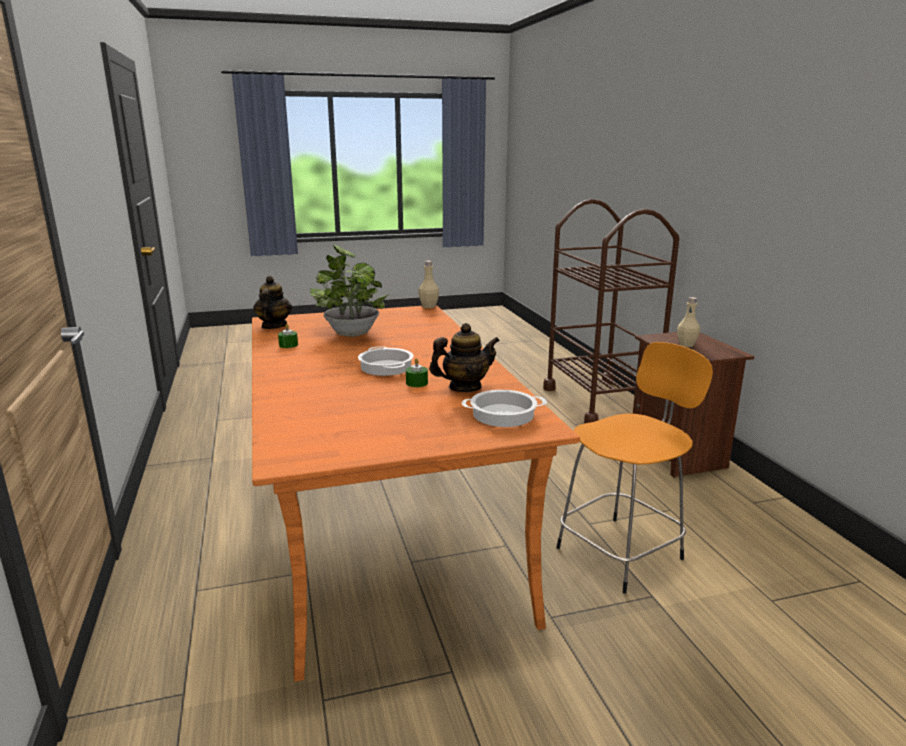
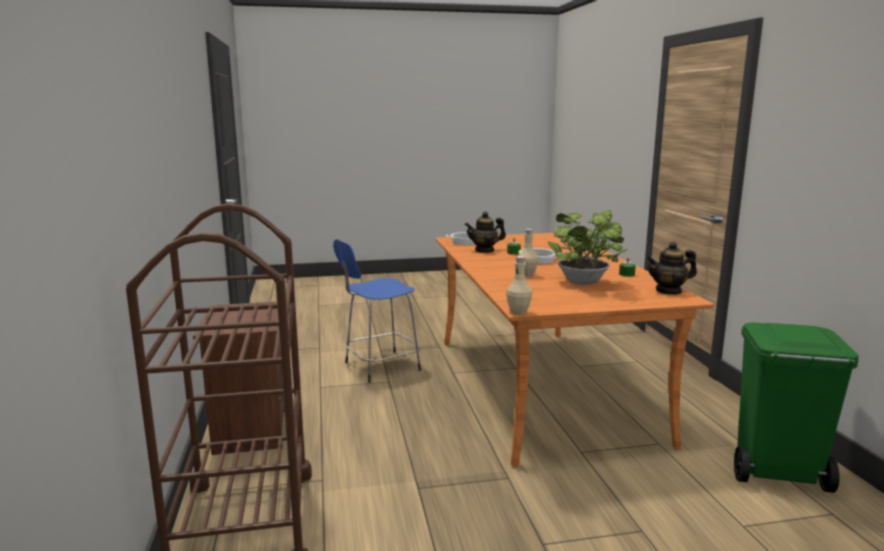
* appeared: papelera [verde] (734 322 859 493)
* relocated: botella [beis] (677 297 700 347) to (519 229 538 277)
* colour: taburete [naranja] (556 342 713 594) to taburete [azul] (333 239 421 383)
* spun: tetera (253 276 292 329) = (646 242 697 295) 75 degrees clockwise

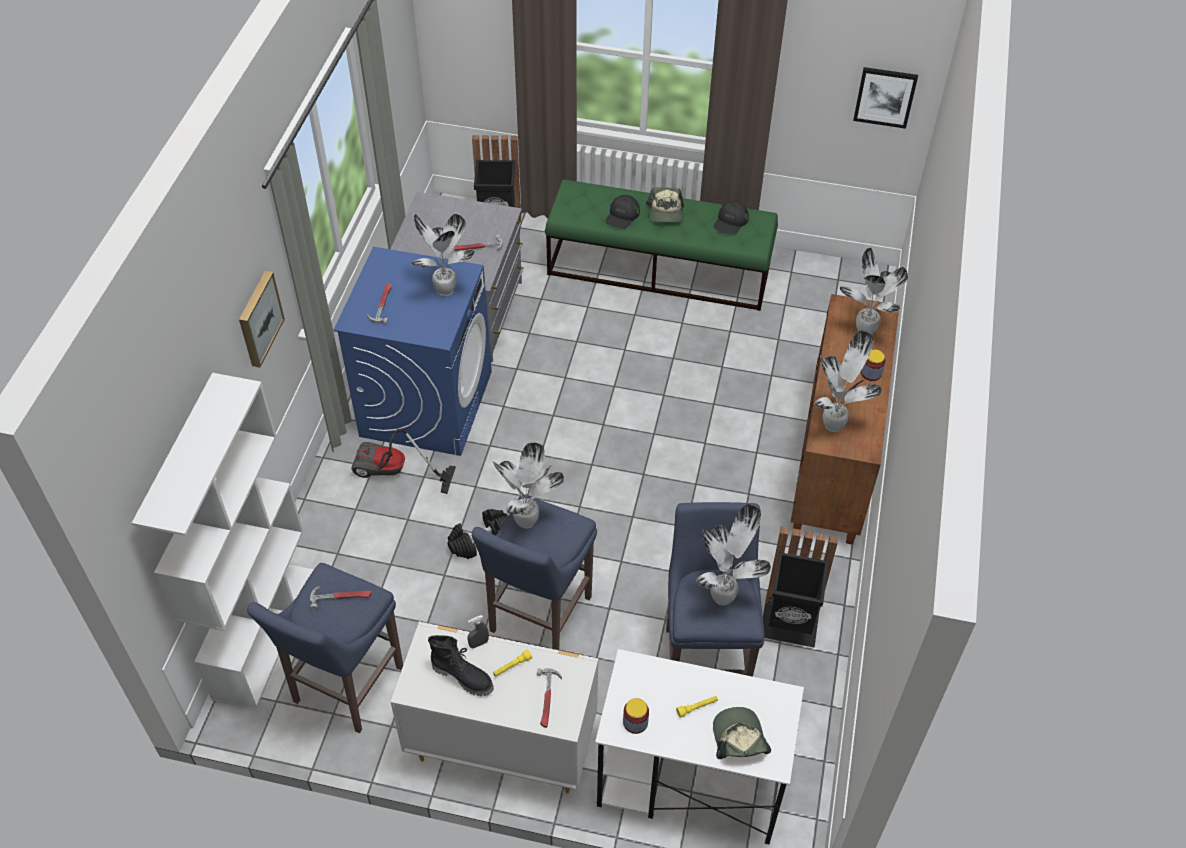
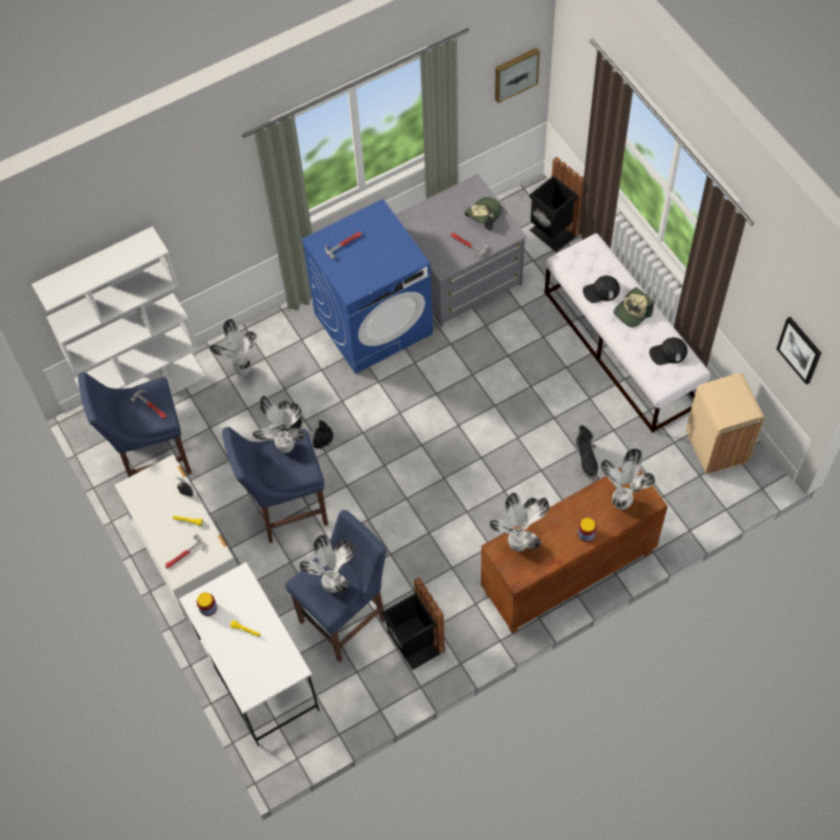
* missing: aspiradora (351 429 456 494)
* appeared: papelera [beis] (686 373 765 474)
* relocated: cuadro (239 271 285 368) to (495 48 540 103)
* relocated: planta en maceta (411 214 475 296) to (210 319 257 377)
* relocated: bota [negro] (428 635 494 696) to (576 425 598 479)
* relocated: gorra (713 707 771 759) to (465 197 503 231)
* colour: banco [verde] (545 180 778 311) to banco [blanco] (544 233 710 433)

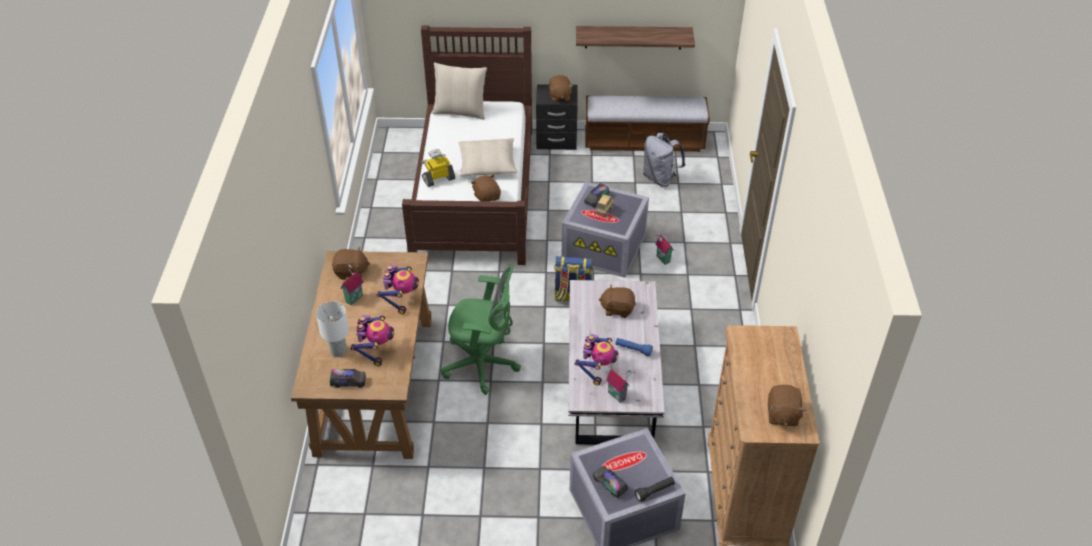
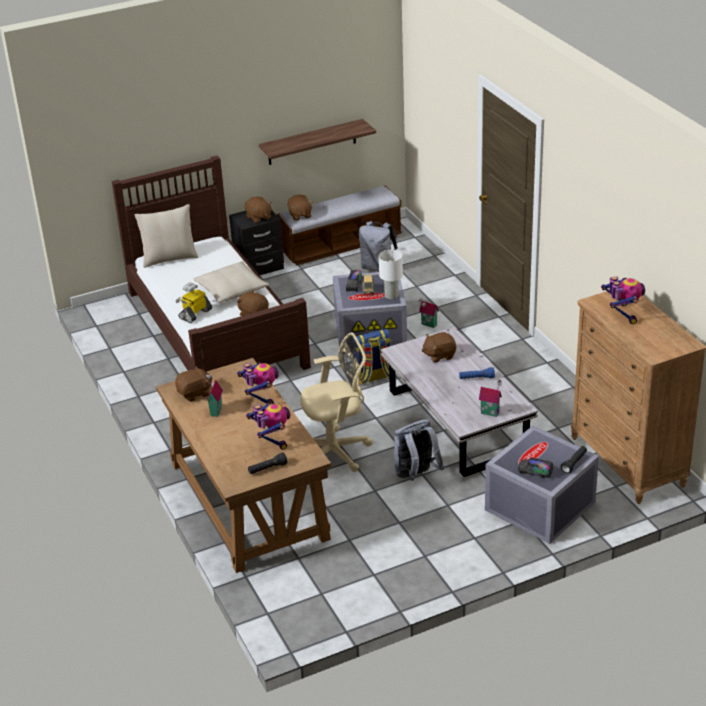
* appeared: mochila [gris] (394 419 444 481)
* relocated: lámpara de mesa [blanco] (316 301 349 357) to (379 249 403 300)
* relocated: robot de juguete (575 334 618 385) to (601 277 645 324)
* relocated: peluche [marrón] (768 384 806 427) to (288 195 313 221)
* exchanged: camión de juguete (330 369 366 388) to linterna [negro] (248 453 287 474)
* colour: silla de oficina [verde] (441 265 521 395) to silla de oficina [beis] (300 333 373 472)

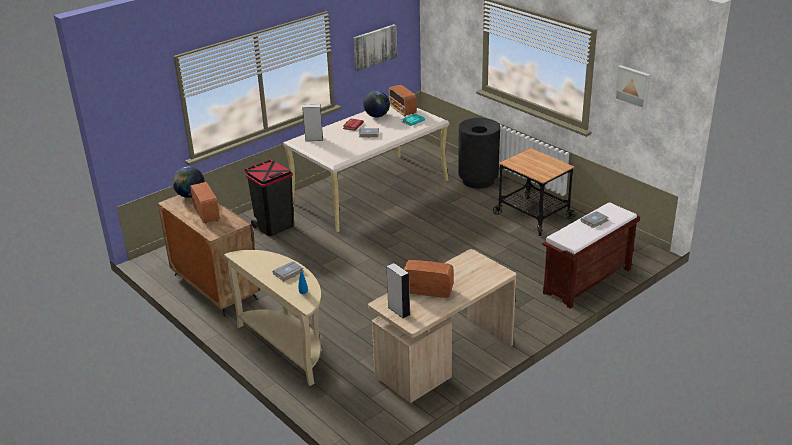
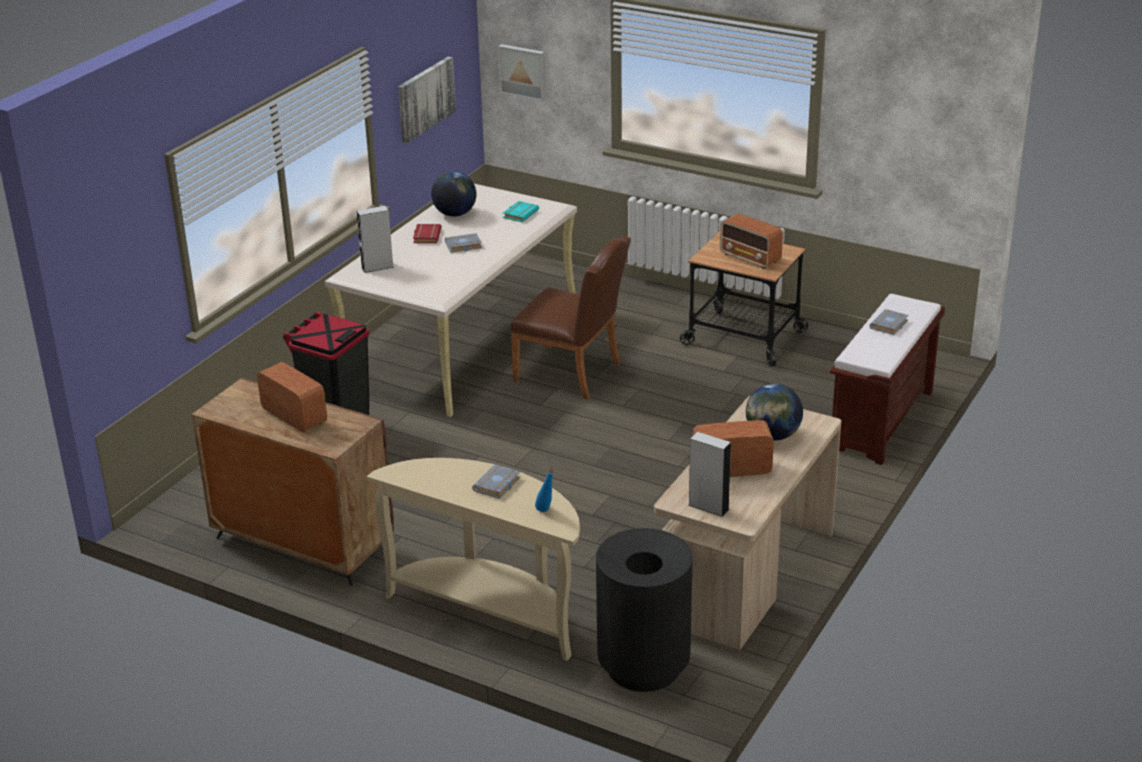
* appeared: silla [marrón] (510 236 631 399)
* relocated: globo terráqueo (172 166 205 198) to (746 384 803 441)
* relocated: radio (389 85 417 117) to (720 213 783 269)
* relocated: papelera [negro] (458 118 500 189) to (596 528 693 692)
* relocated: cuadro (615 65 651 110) to (498 44 546 101)

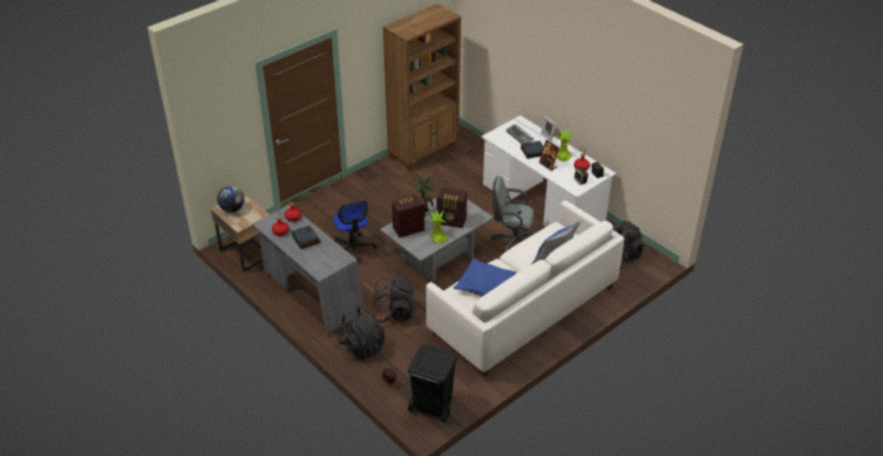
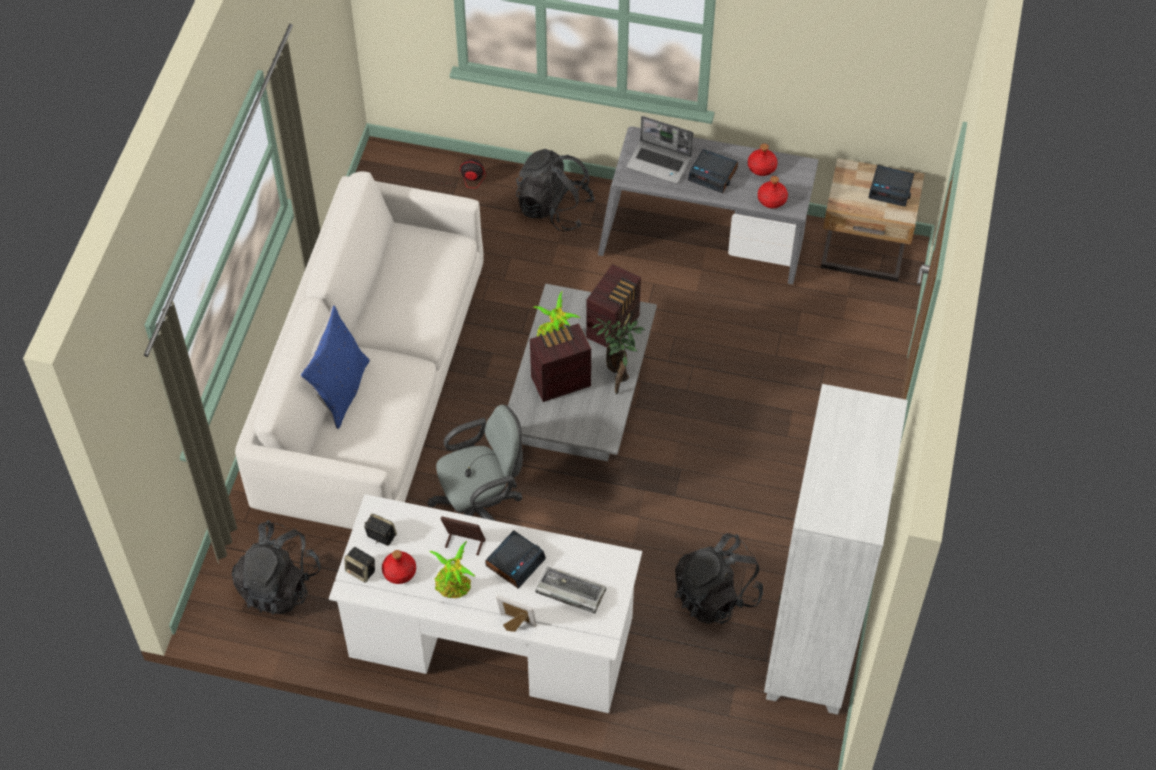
* missing: silla de oficina (333 200 377 264)
* missing: papelera [negro] (408 344 457 423)
* missing: cojín [azul] (453 258 517 297)
* appeared: portátil (626 116 693 184)
* relocated: mochila [negro] (372 277 417 323) to (675 533 763 624)
* exchanged: globo terráqueo (217 186 244 212) to despertador (868 165 915 207)
* colour: estantería [marrón] (383 3 461 171) to estantería [blanco] (764 384 908 715)

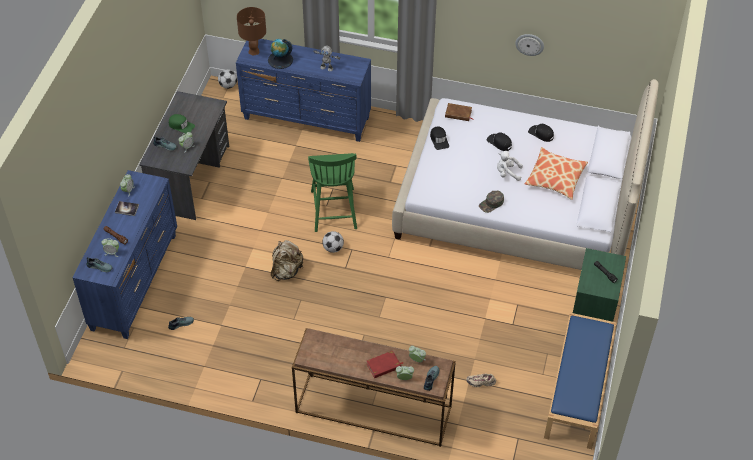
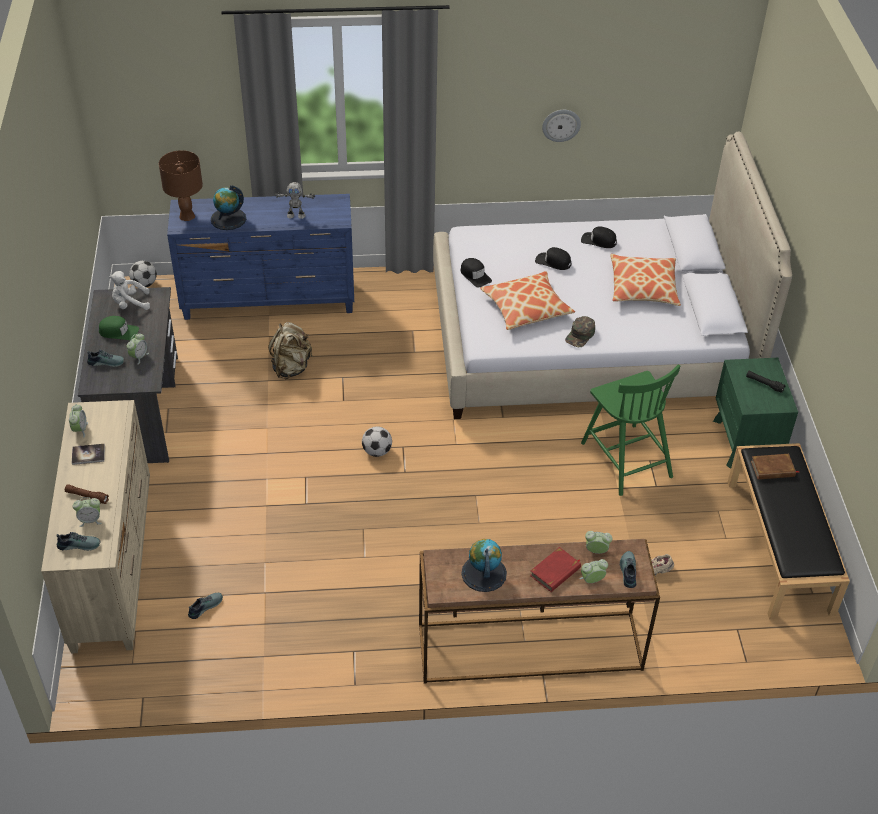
* appeared: globo terráqueo (461 539 507 592)
* appeared: cojín (480 271 575 330)
* relocated: mochila [beis] (271 240 304 281) to (268 322 313 379)
* relocated: silla [verde] (308 153 357 232) to (581 364 680 496)
* relocated: libro [marrón] (445 103 474 121) to (751 454 800 480)
* relocated: peluche [blanco] (497 151 523 181) to (109 271 150 310)
* colour: cómoda [azul] (72 170 177 339) to cómoda [beis] (41 400 150 654)
* colour: banco [azul] (544 313 616 449) to banco [negro] (728 443 850 620)

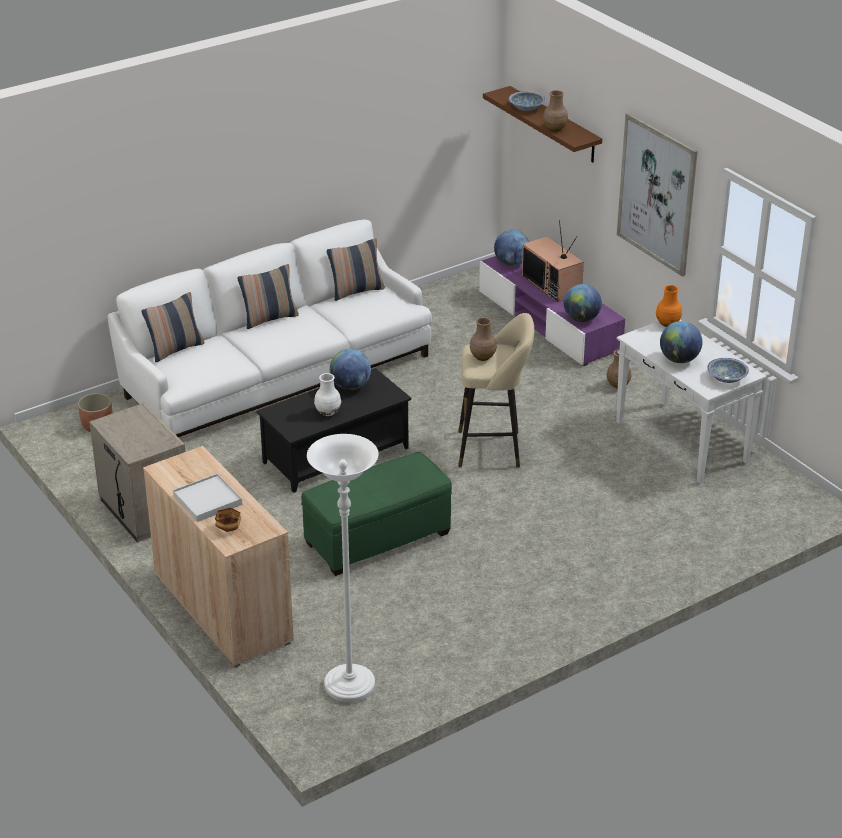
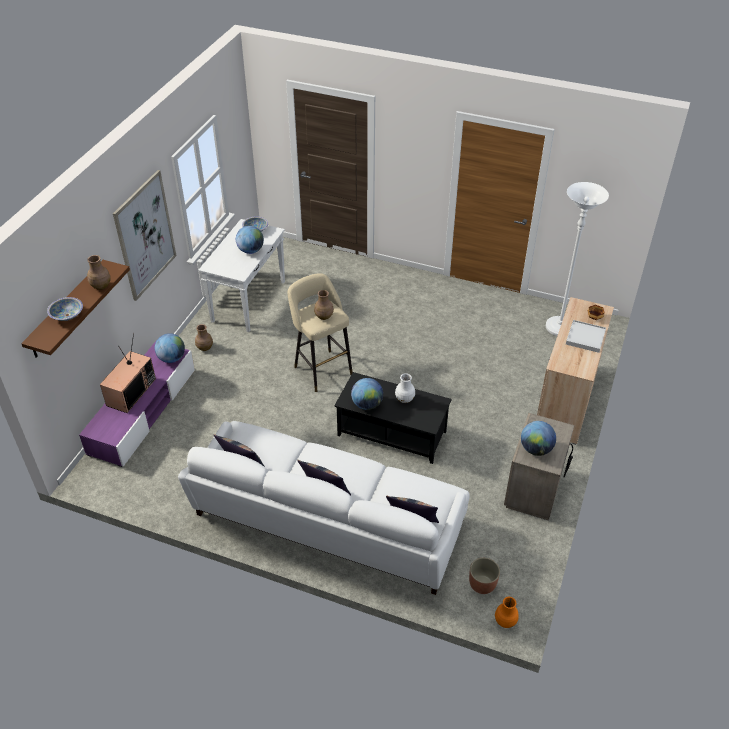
* missing: puf [verde] (301 452 452 576)
* relocated: globo terráqueo (494 230 529 266) to (521 421 556 456)
* relocated: florero [naranja] (656 285 682 327) to (495 597 519 628)

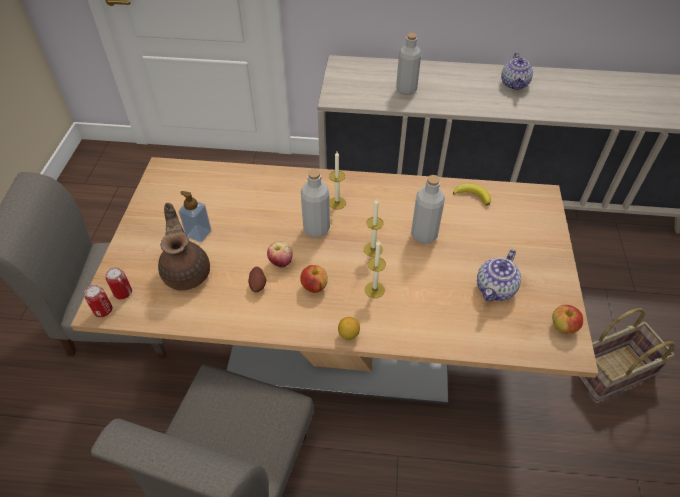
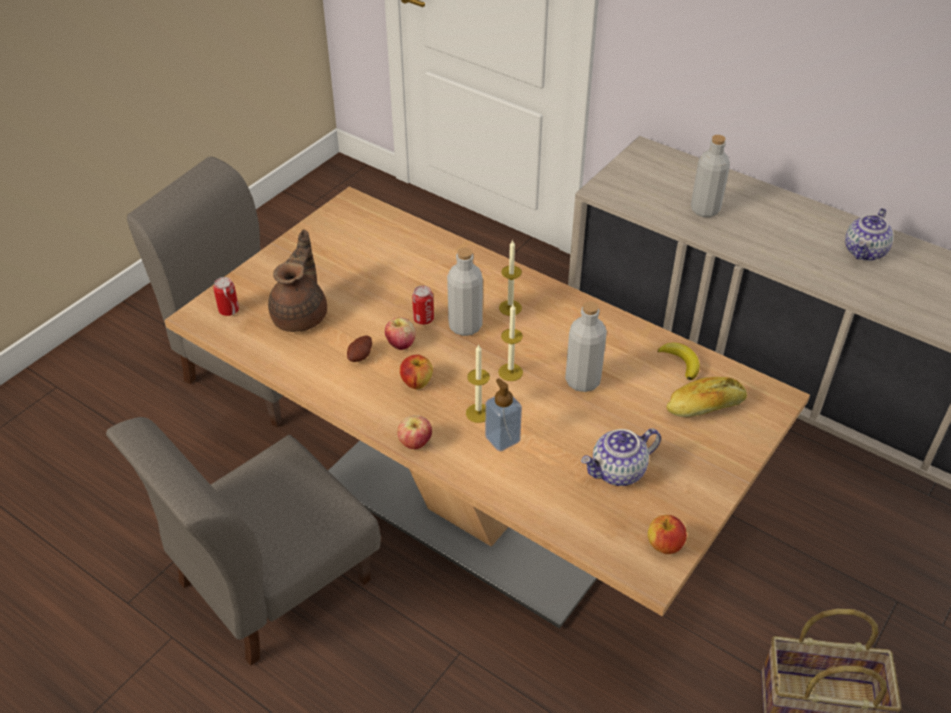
* appeared: pan (667 377 747 417)
* relocated: lata (84 285 112 317) to (412 285 434 325)
* relocated: dispensador de jabón (179 191 211 242) to (485 378 522 451)
* exchanged: limón (338 317 360 340) to manzana (398 415 432 449)

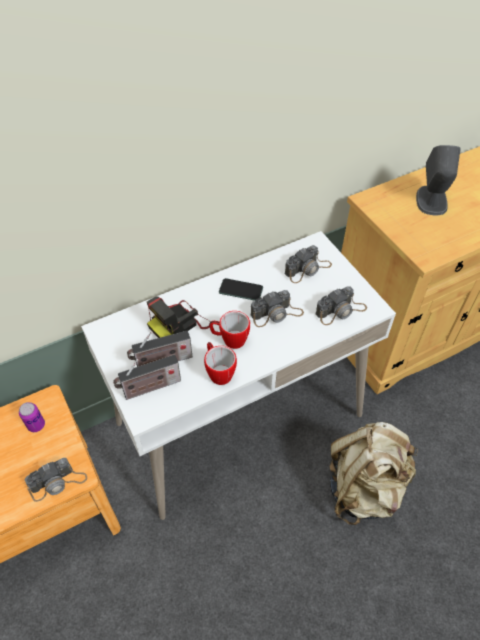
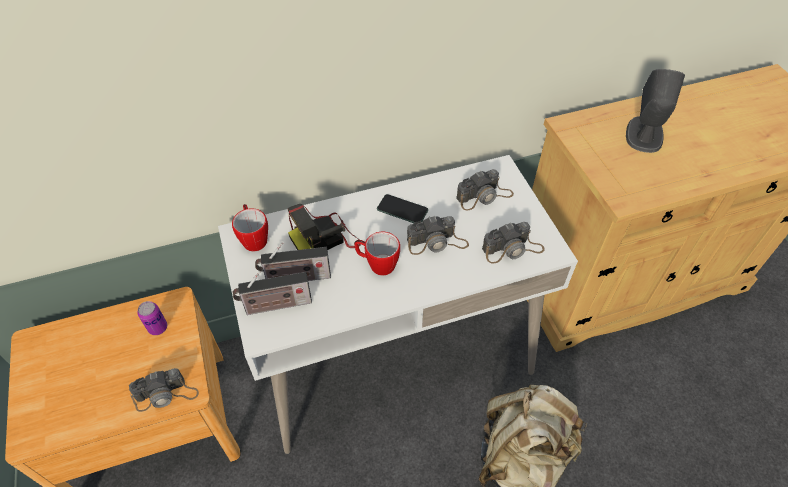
* relocated: taza grande (204 342 237 385) to (232 204 268 251)

